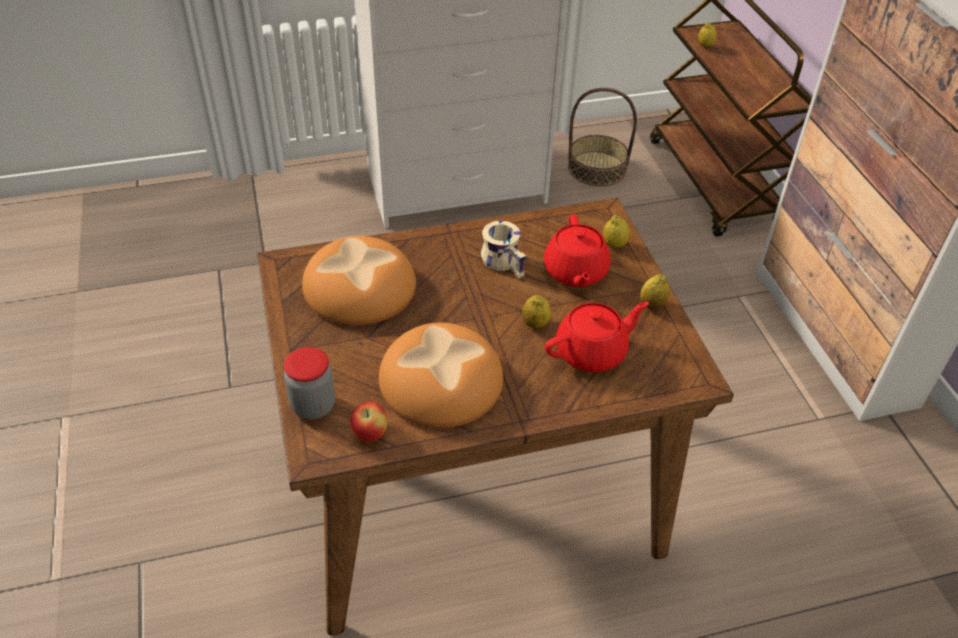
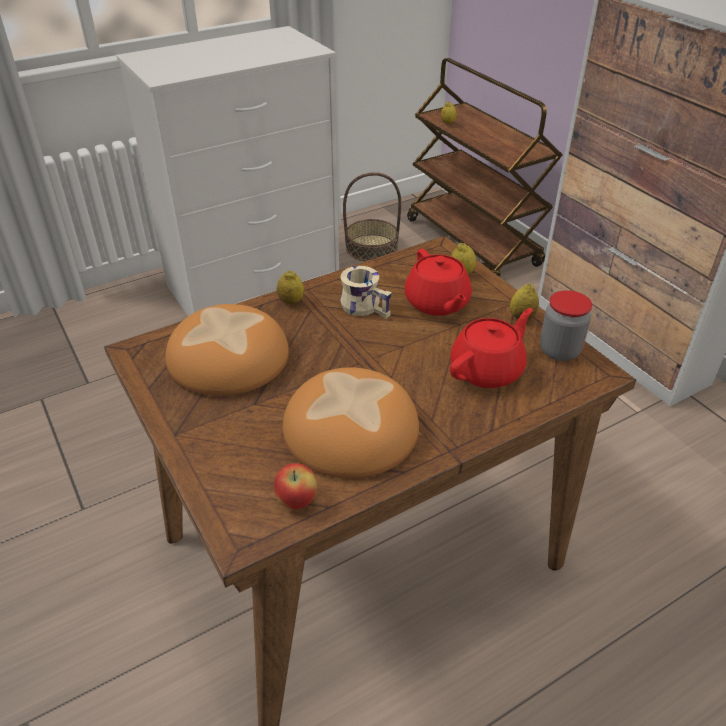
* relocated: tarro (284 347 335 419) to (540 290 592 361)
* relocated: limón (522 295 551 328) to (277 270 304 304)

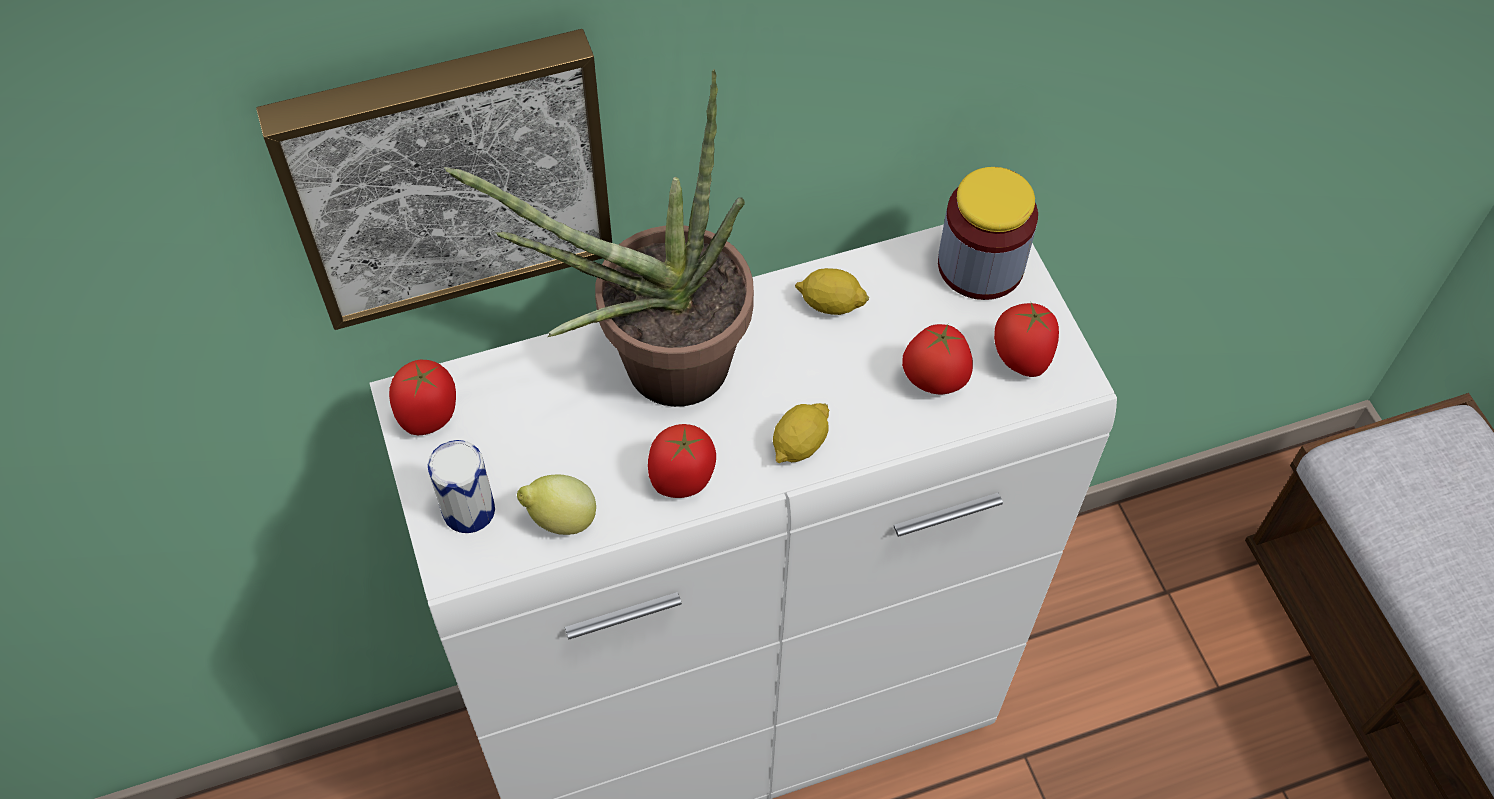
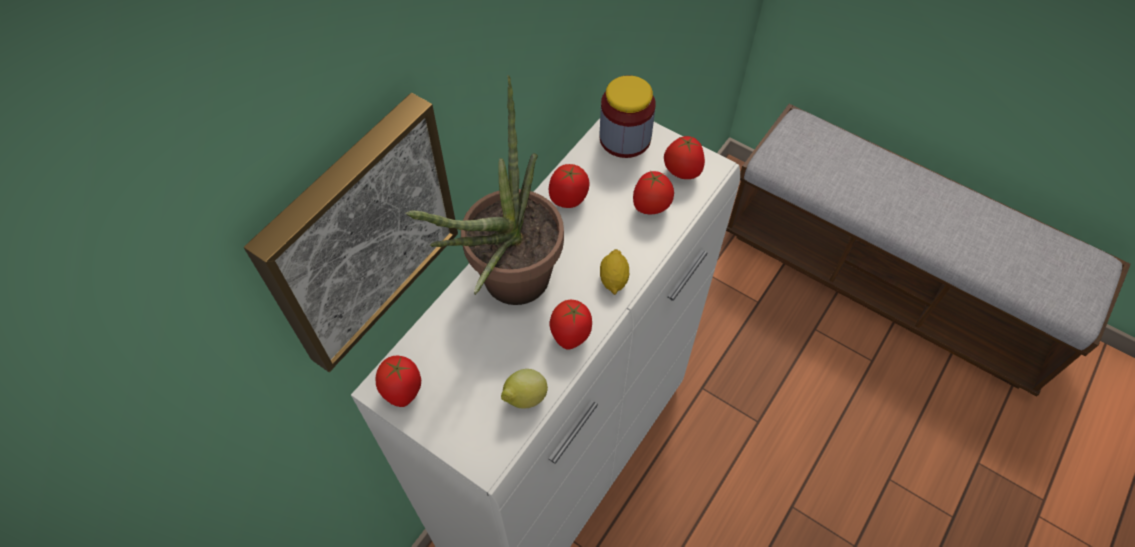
* missing: lata (428 440 495 533)
* exchanged: limón (795 268 869 315) to tomate (549 164 590 208)

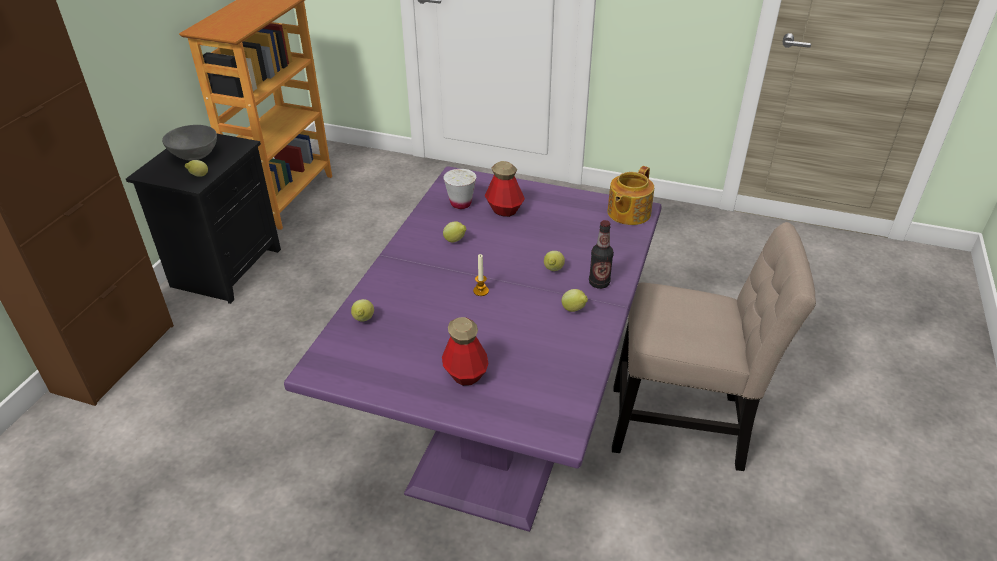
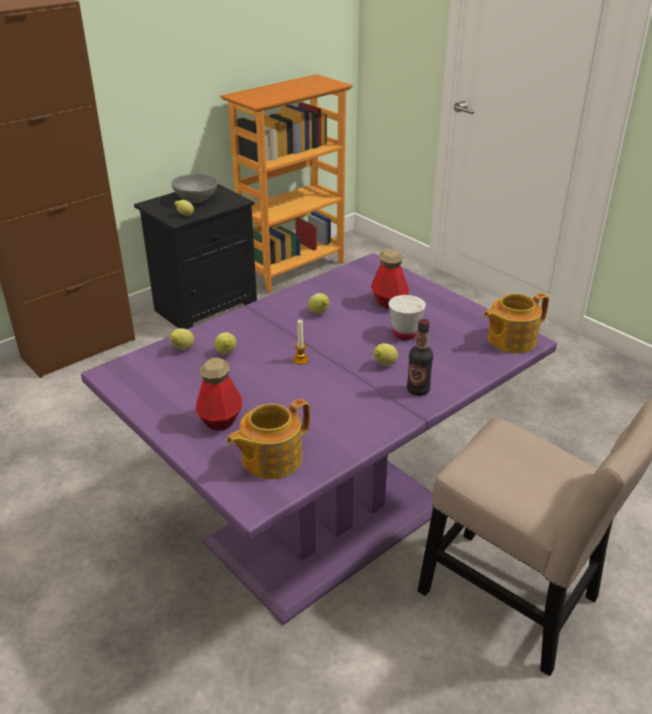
* appeared: tetera (226 399 310 479)
* relocated: taza [blanco] (443 169 476 209) to (388 295 426 340)
* relocated: limón (562 289 588 312) to (214 332 236 354)

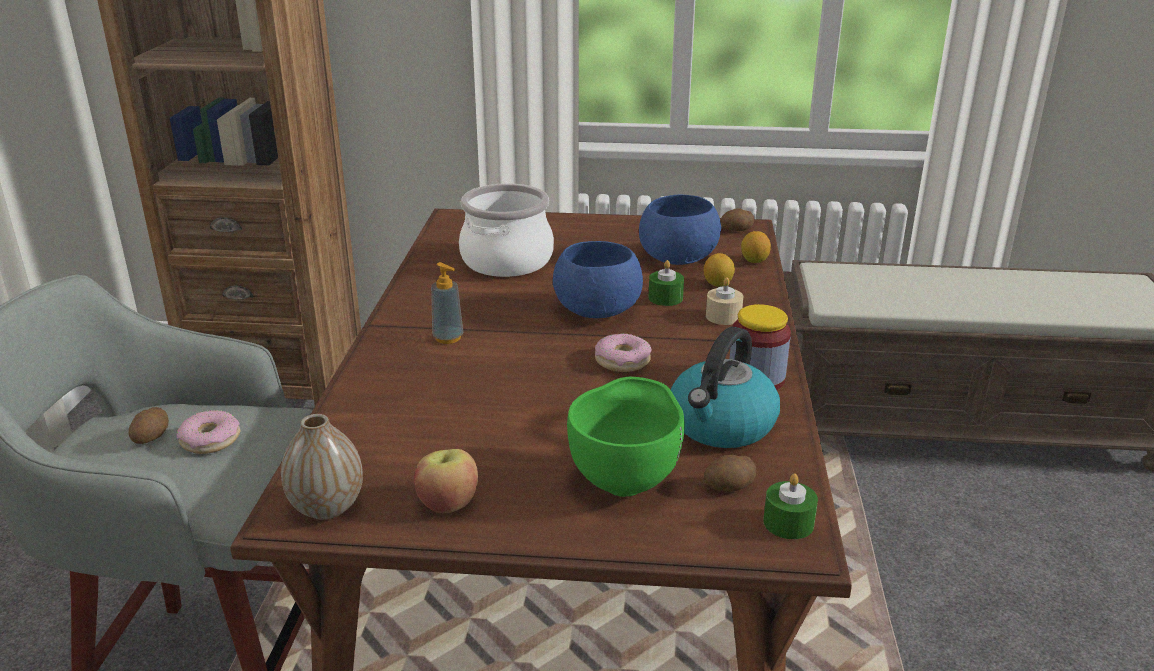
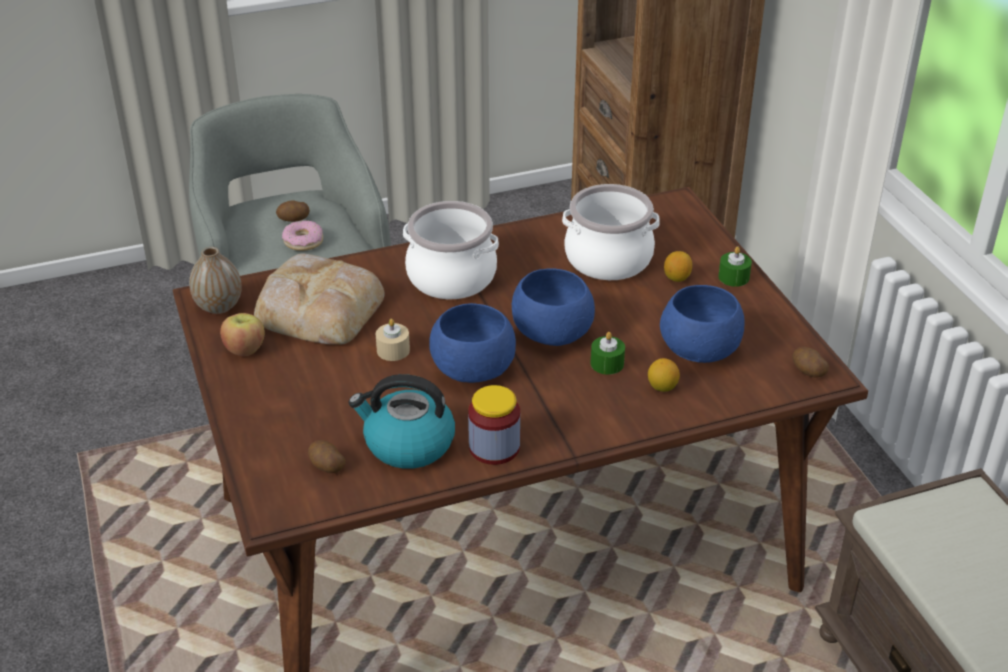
* missing: cuenco [verde] (567 377 685 497)
* appeared: pan (254 254 385 345)
* relocated: vela [beis] (706 277 743 325) to (376 319 410 361)
* relocated: limón (741 231 771 263) to (664 251 692 282)
* relocated: vela [verde] (763 473 818 539) to (718 247 752 287)
* exchanged: dispensador de jabón (431 262 463 344) to olla (403 201 499 299)
* exchanged: rosquilla (595 333 652 372) to cuenco [azul] (429 303 516 383)

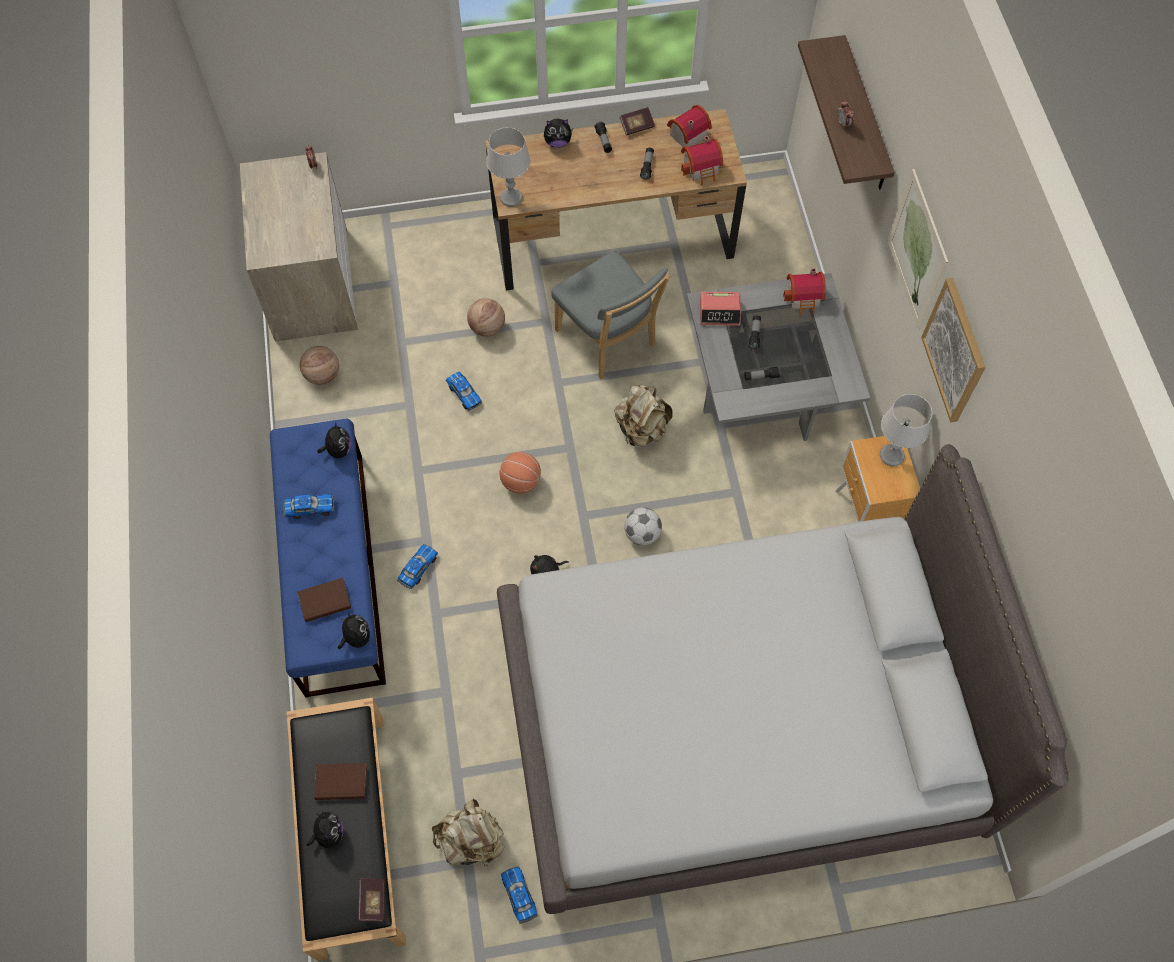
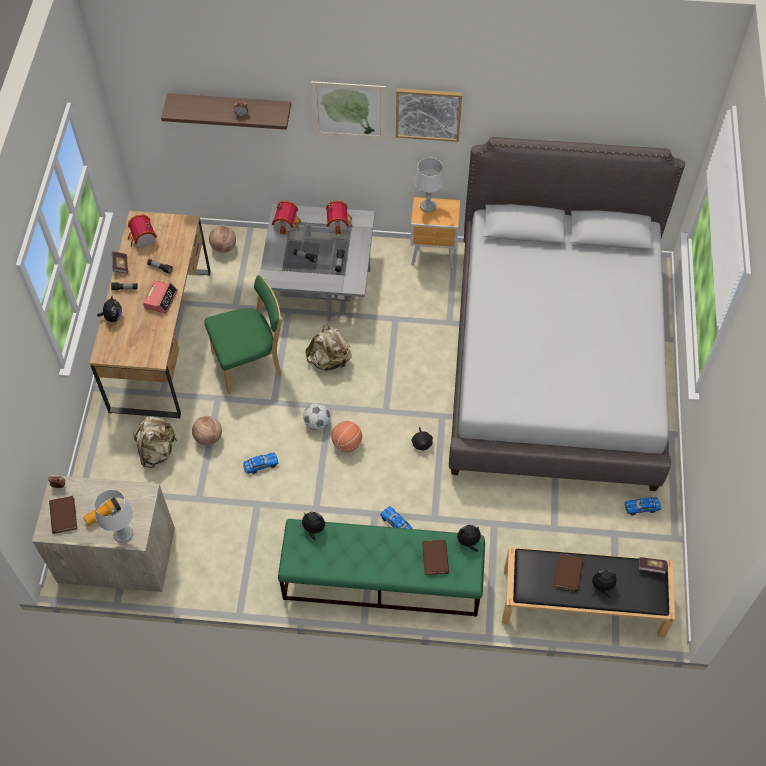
* missing: coche de juguete (283 494 334 519)
* appeared: libro [marrón] (49 496 77 534)
* appeared: linterna (83 498 121 526)
* relocated: balón de baloncesto (300 346 339 385) to (209 226 236 253)
* relocated: mochila [beis] (432 799 504 866) to (133 416 177 468)
* relocated: lámpara de mesa [gris] (486 127 530 207) to (94 490 133 543)
* relocated: balón de fútbol (624 507 662 545) to (303 403 330 430)
* relocated: casita (681 136 723 186) to (326 201 353 234)
* relocated: despertador (700 292 741 326) to (143 280 178 314)
* colour: banco [azul] (270 418 386 698) to banco [verde] (278 519 485 617)
* colour: silla [gris] (551 251 670 379) to silla [verde] (205 275 282 394)

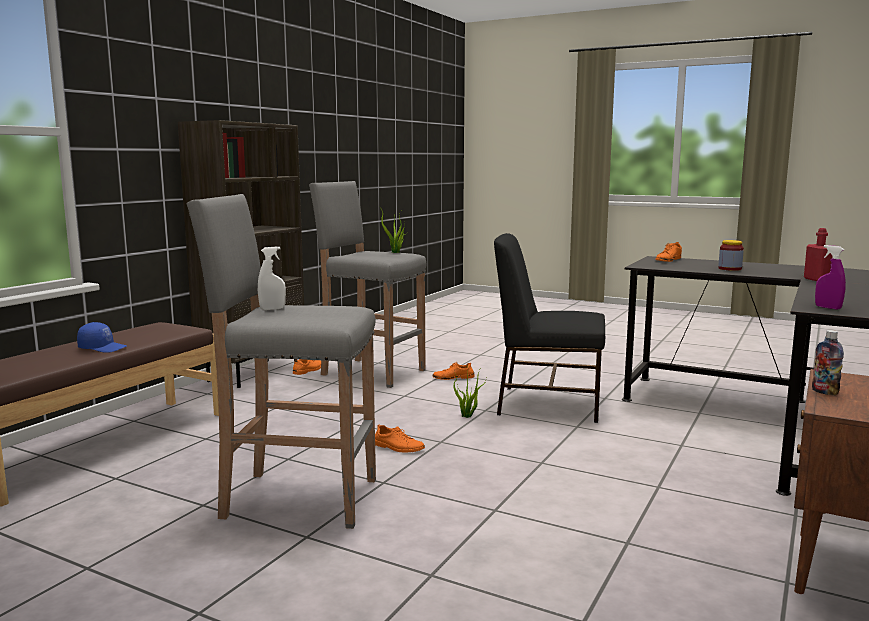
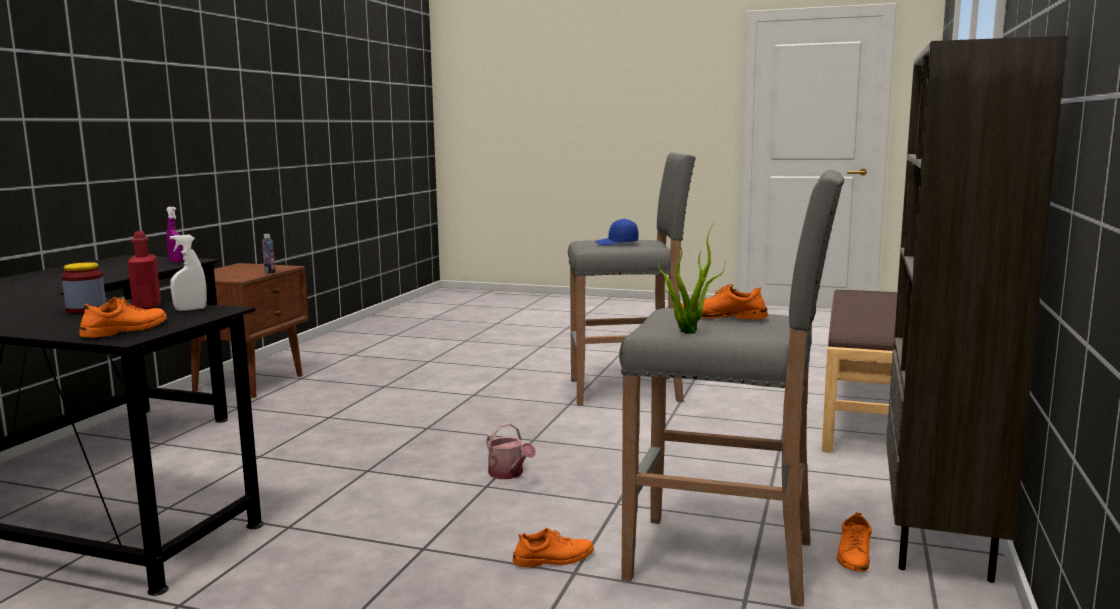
* missing: silla [negro] (494 233 605 423)
* relocated: gorra [azul] (77 322 127 353) to (594 219 639 245)
* relocated: pulverizador [blanco] (258 246 286 310) to (170 235 207 311)
* relocated: zapato [naranja] (375 424 425 453) to (682 284 768 320)
* relocated: botella [rojo] (804 228 833 281) to (127 231 161 309)
* exchanged: planta en maceta (453 368 487 418) to regadera (486 423 535 479)

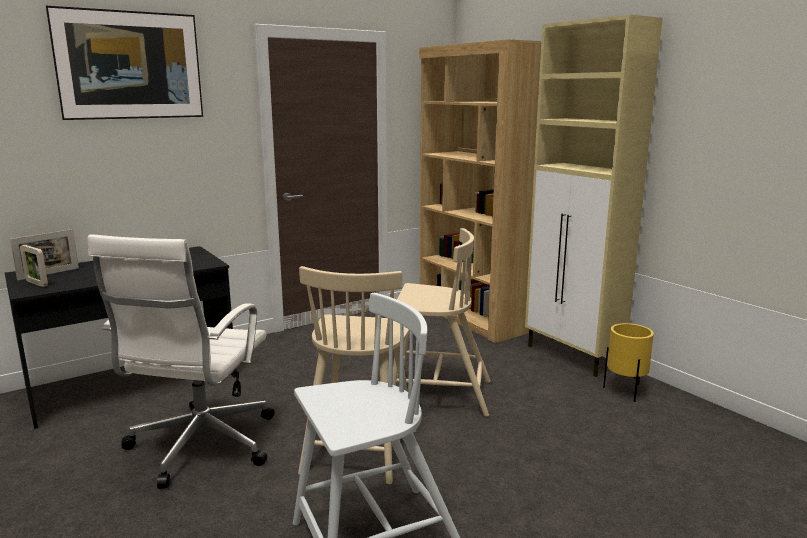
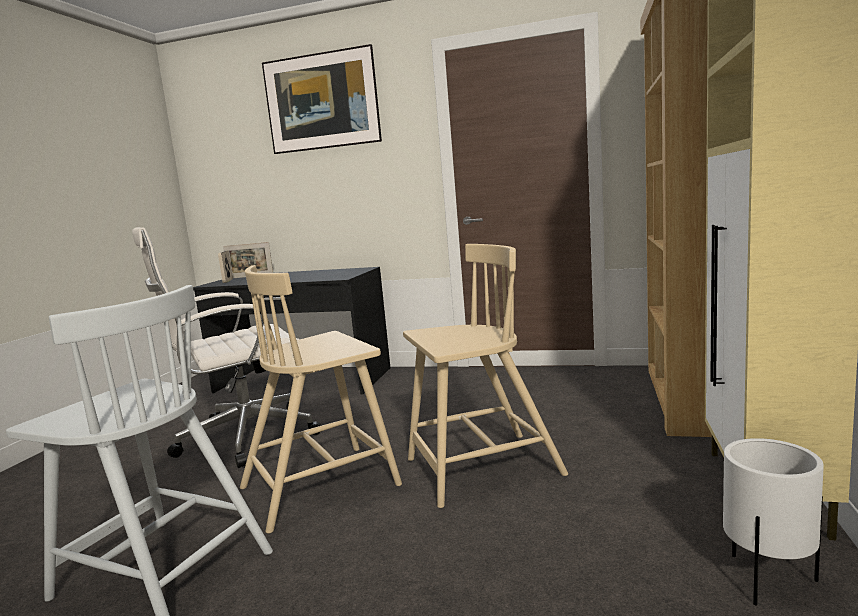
* colour: maceta [amarillo] (603 323 654 402) to maceta [blanco] (723 438 824 606)
* spun: silla [beis] (393 228 491 417) = (403 244 568 508) 75 degrees counterclockwise

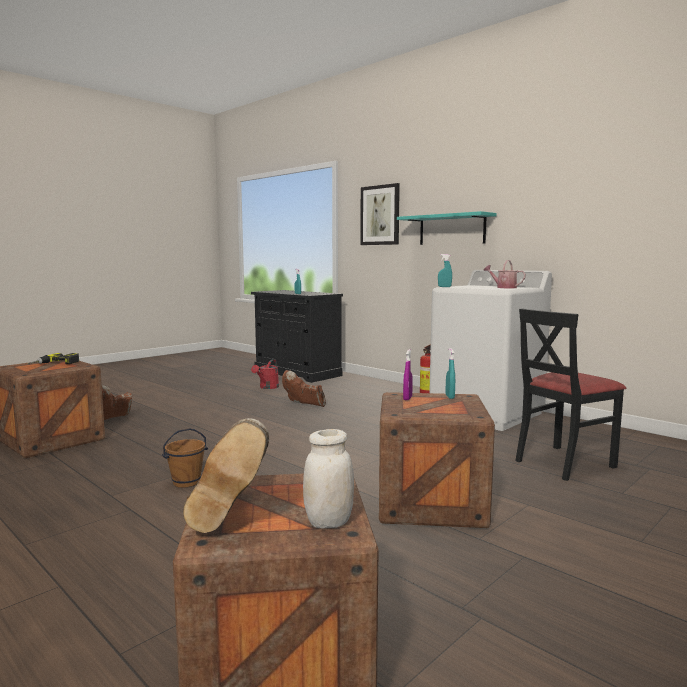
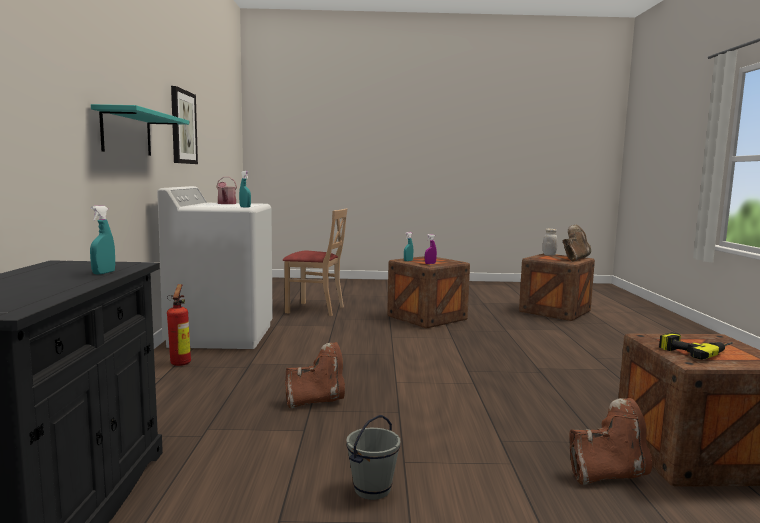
* missing: cubo [marrón] (162 428 208 488)
* missing: regadera [rojo] (251 360 279 389)
* appeared: cubo [gris] (346 415 400 500)
* relocated: cuadro (360 183 400 245) to (171 86 198 164)
* colour: silla [negro] (515 308 626 481) to silla [beis] (283 208 347 316)
* spun: bota [marrón] (282 370 326 407) = (285 342 345 409) 90 degrees counterclockwise

